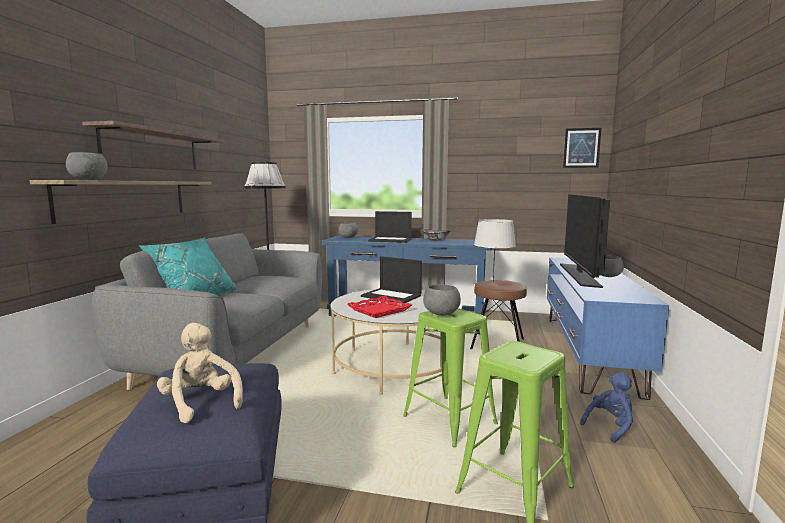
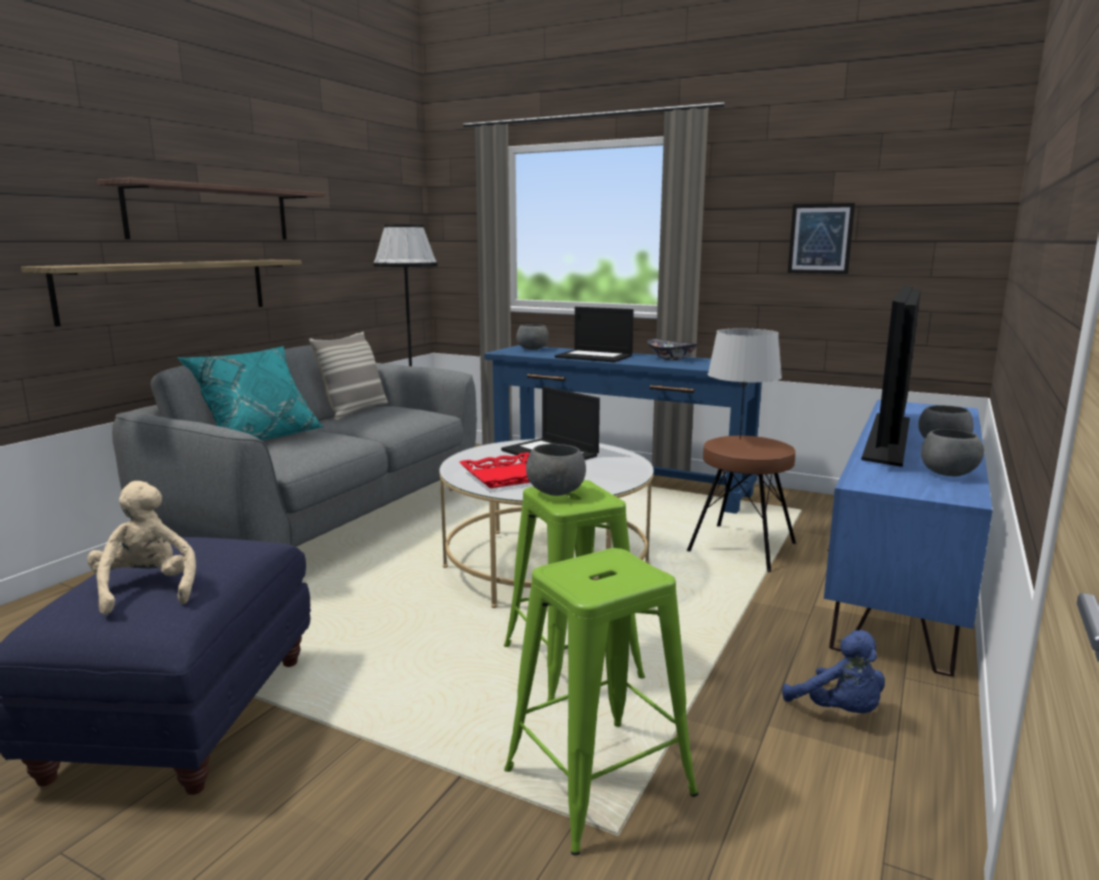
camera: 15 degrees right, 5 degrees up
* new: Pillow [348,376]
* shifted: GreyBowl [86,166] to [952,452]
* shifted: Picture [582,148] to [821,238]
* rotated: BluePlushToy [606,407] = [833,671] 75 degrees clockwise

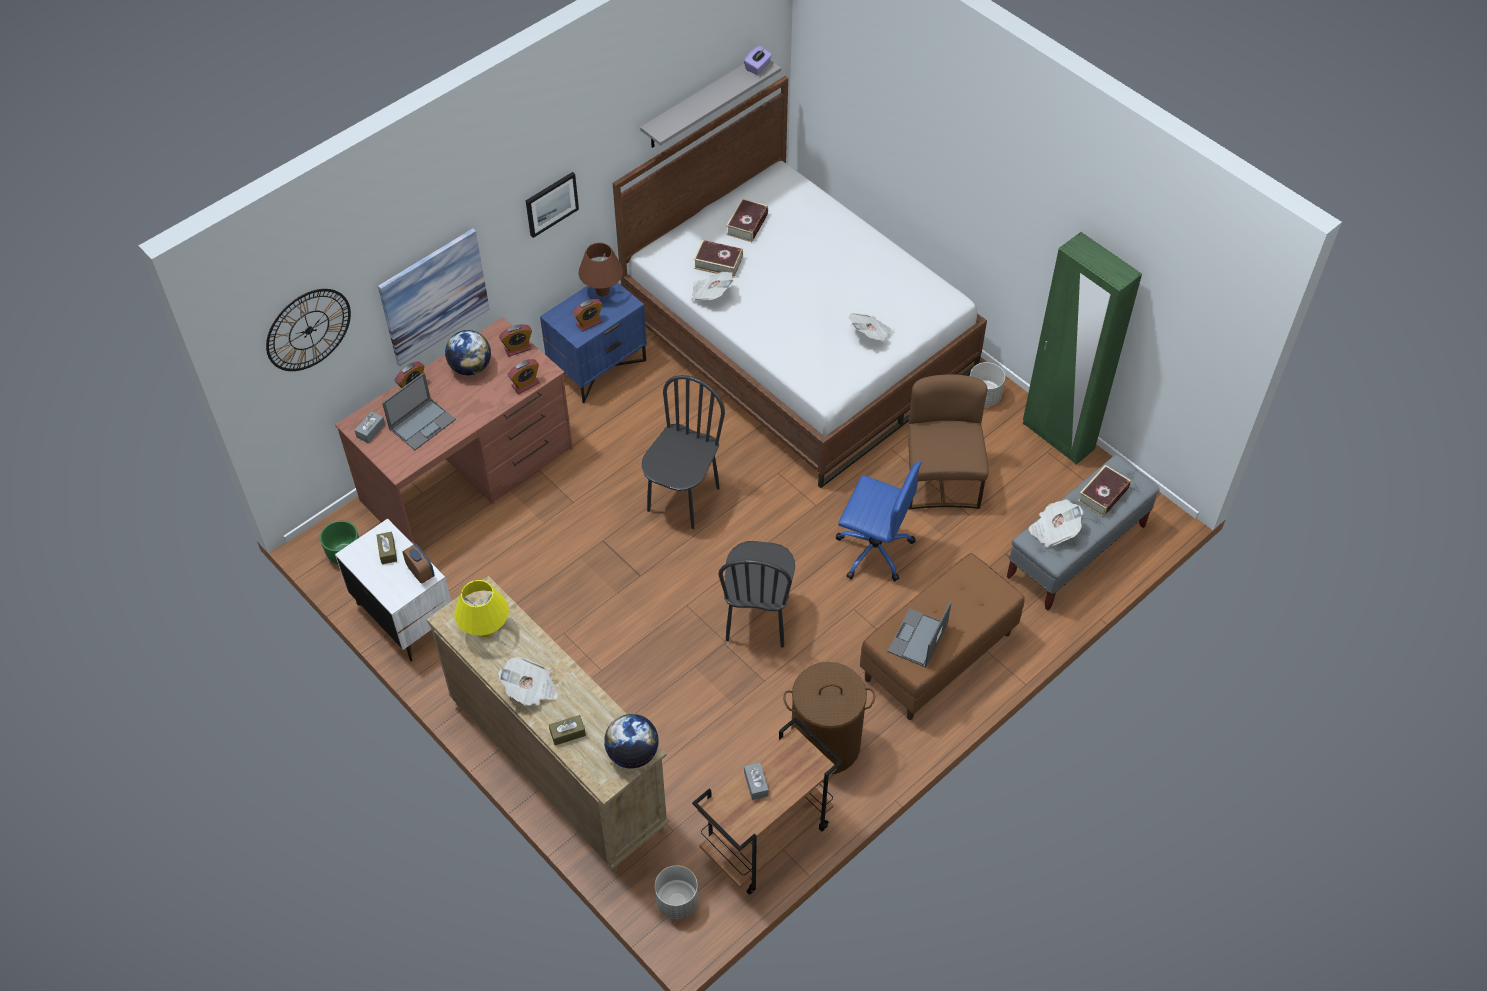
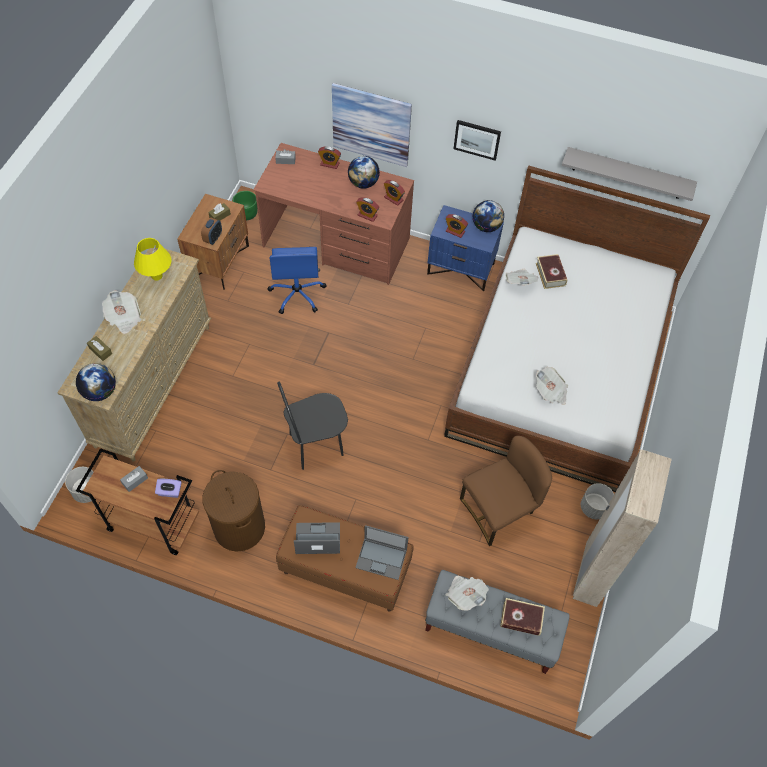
camera: 60 degrees right, 5 degrees up
* gone: WallClock [308,330]
* gone: BlackChair [683,452]
* gone: Book [747,220]
* shifted: Laptop [419,411] to [382,552]
* shifted: PurpleTissueBox [758,60] to [168,488]
* shifted: BlueOfficeChair [878,521] to [297,280]
* swapped: BrownTableLamp [600,269] to Globe [488,216]
* repainted: WhiteNightstand [393,590] to BrownNightstand [213,242]
* repainted: GreenWardrobe [1082,348] to BeigeWardrobe [622,528]

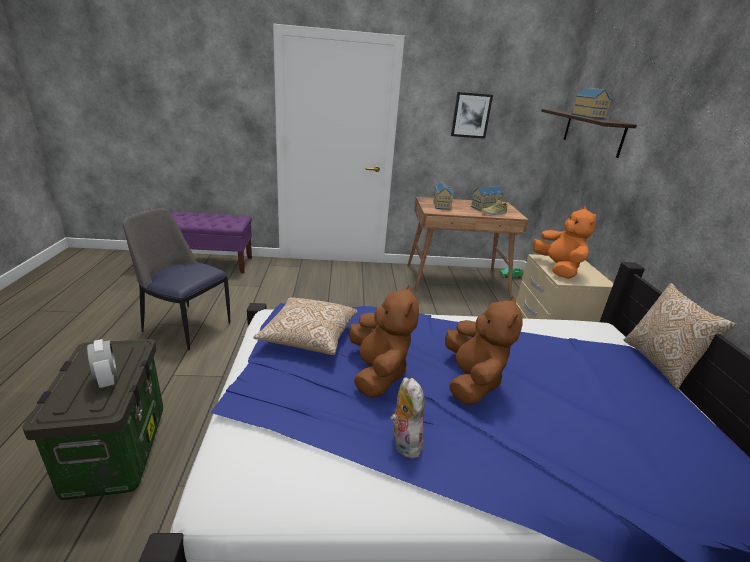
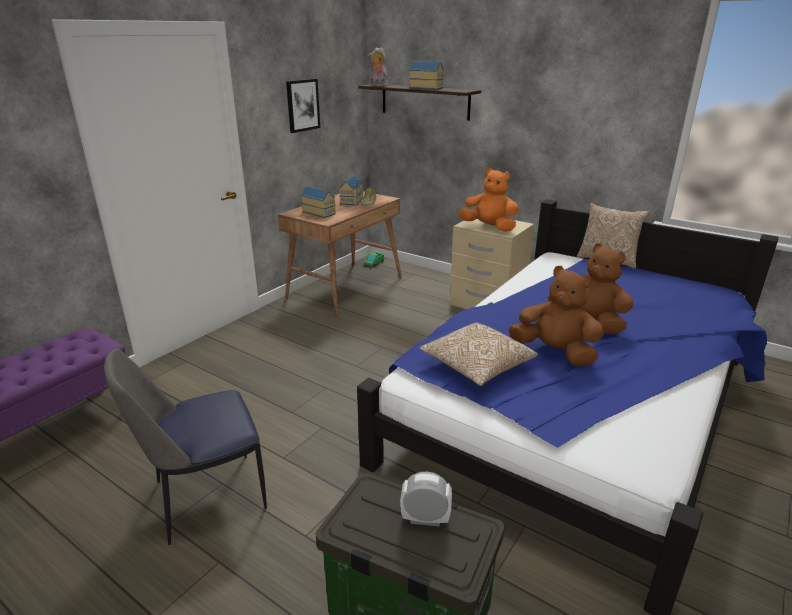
camera: 50 degrees left, 0 degrees up
* shifted: PlushToy [408,418] to [378,66]

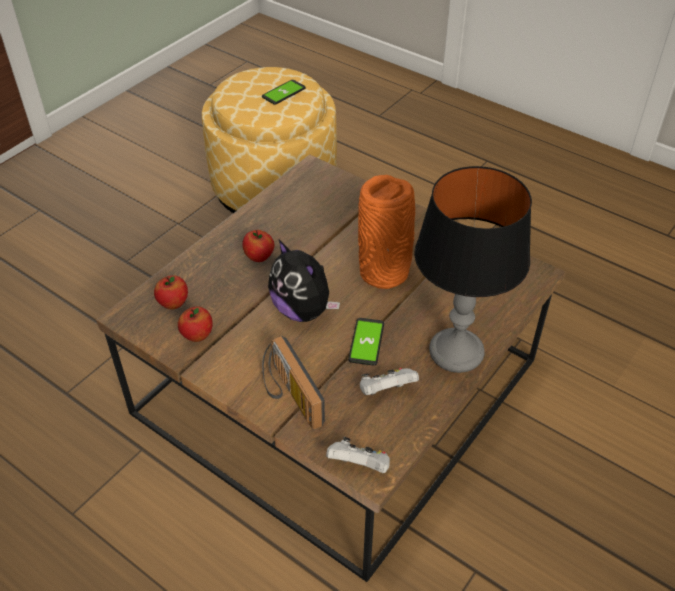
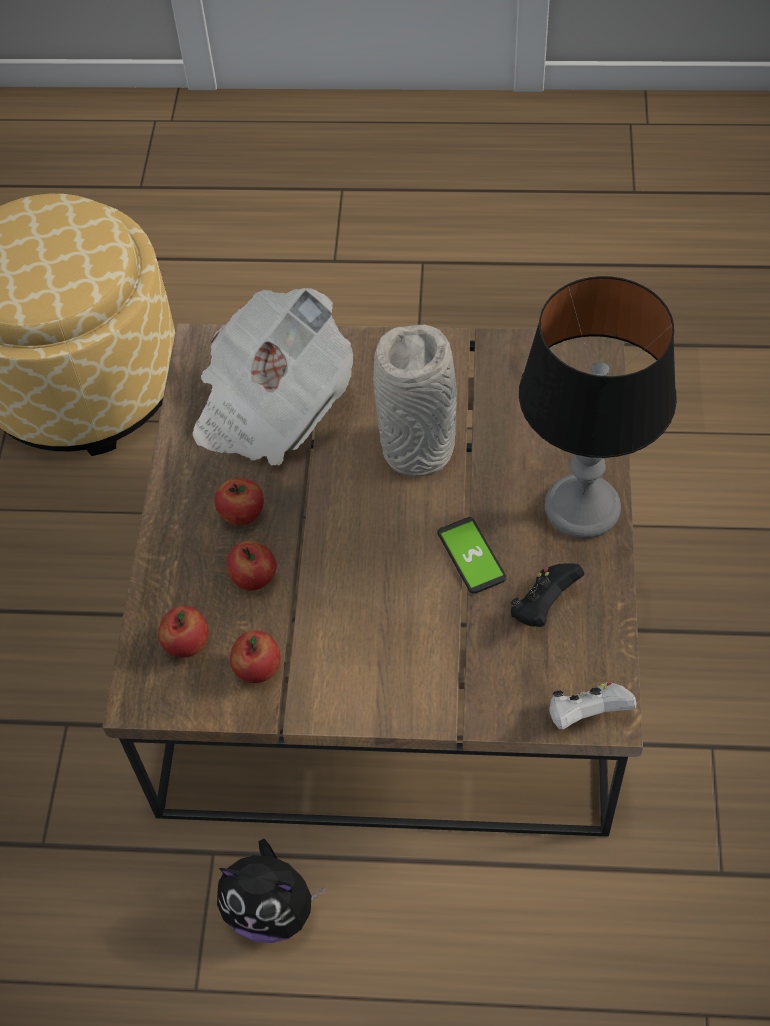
camera: 30 degrees left, 10 degrees up
* gone: Phone [284,92]
* gone: Radio [293,383]
* new: Newspaper [272,376]
* new: Apple [252,565]
* shifted: PlushToy [304,281] to [271,891]
* repainted: OrangeVase [386,232] to GreyVase [415,401]
* repainted: WhiteGameController [389,381] to BlackGameController [547,595]

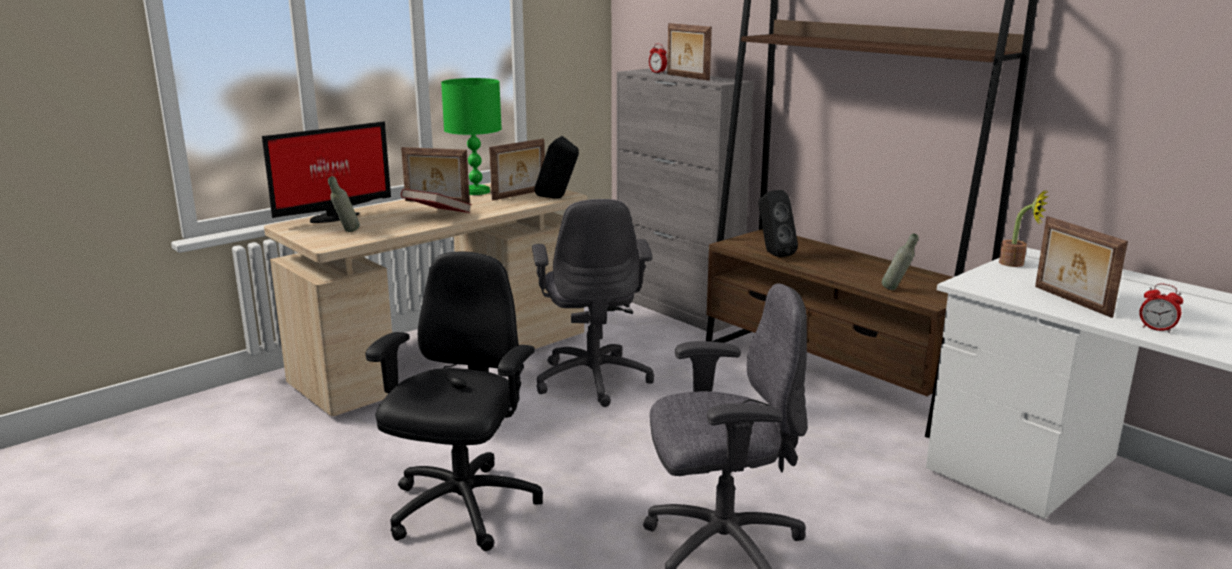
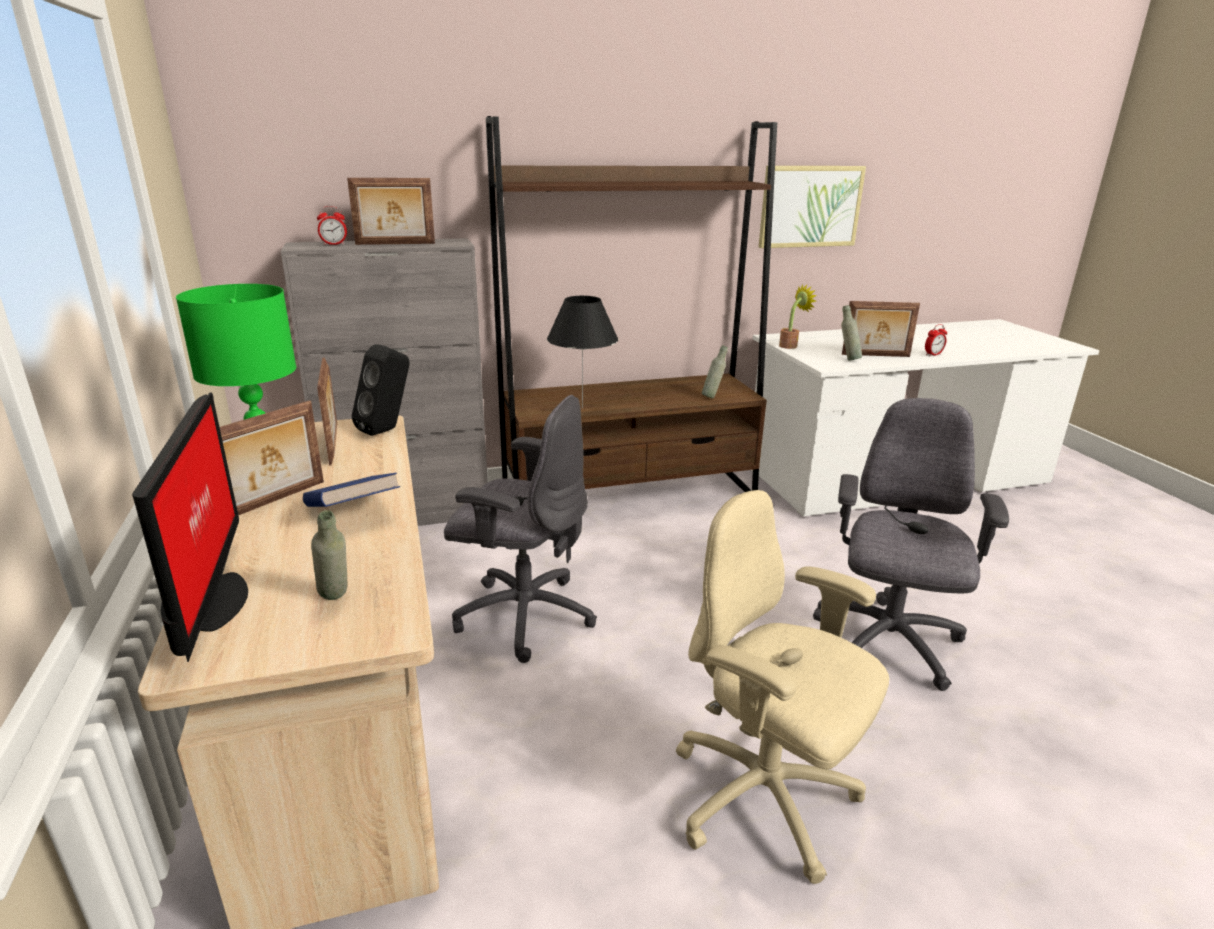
camera: 65 degrees left, 5 degrees up
* new: Picture [812,207]
* new: GreyBottle [851,333]
* swapped: BlackSpeaker [778,224] to BlackTableLamp [582,352]
* repainted: BlackOfficeChair [454,401] to BeigeOfficeChair [782,687]
* repainted: RedBook [436,201] to BlueBook [351,490]

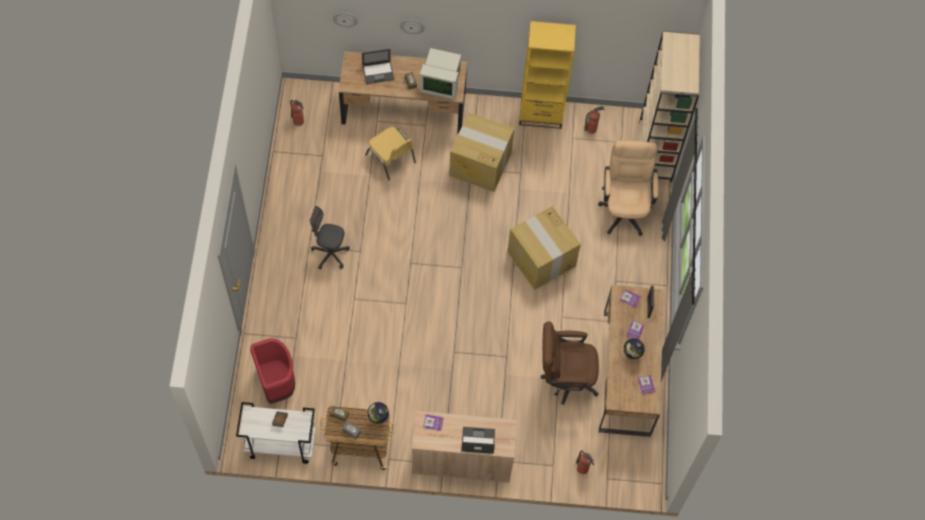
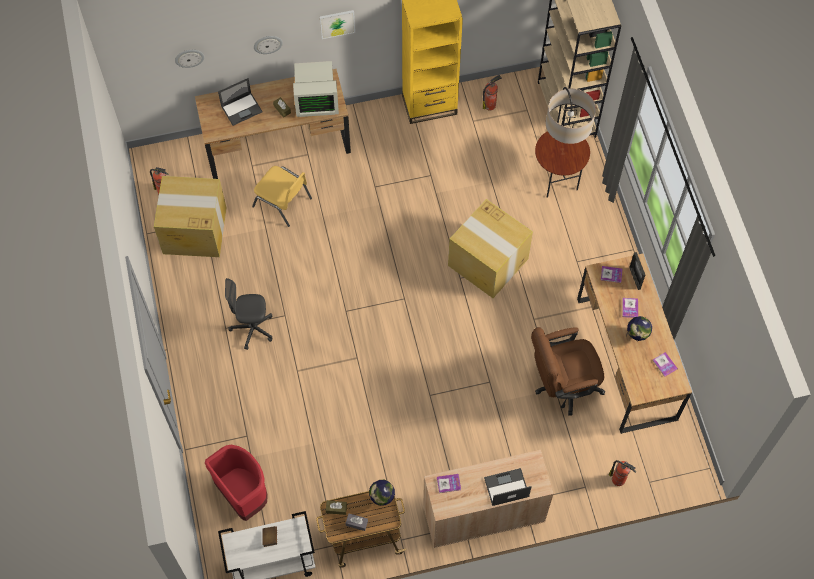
camera: 15 degrees left, 0 degrees up
* new: Picture [337,24]
* shifted: CardboardBox [481,152] to [190,216]
* swapped: BeigeOfficeChair [628,188] to FloorLamp [565,142]

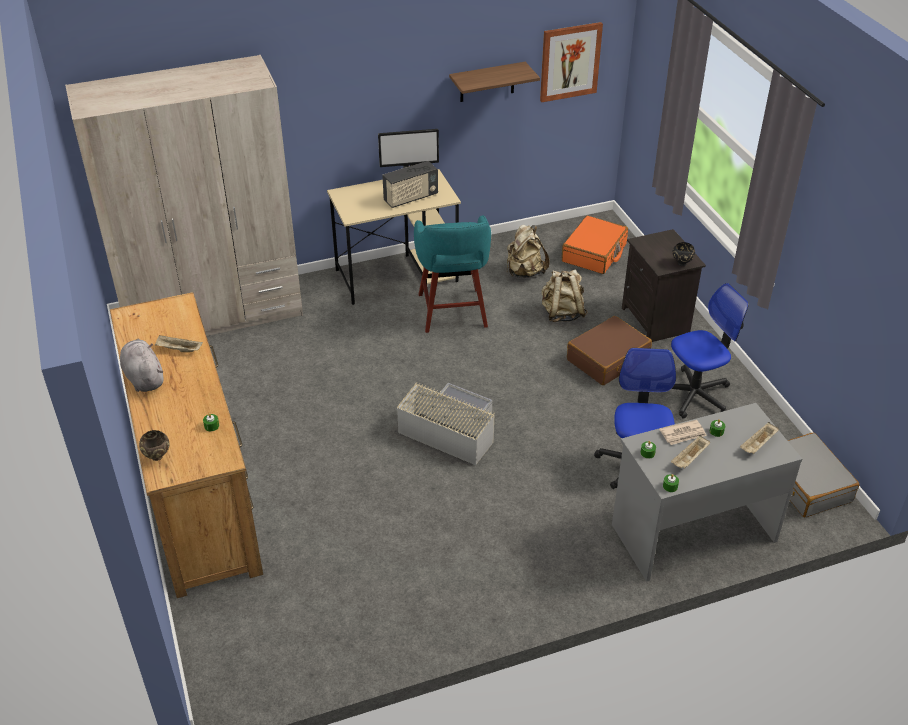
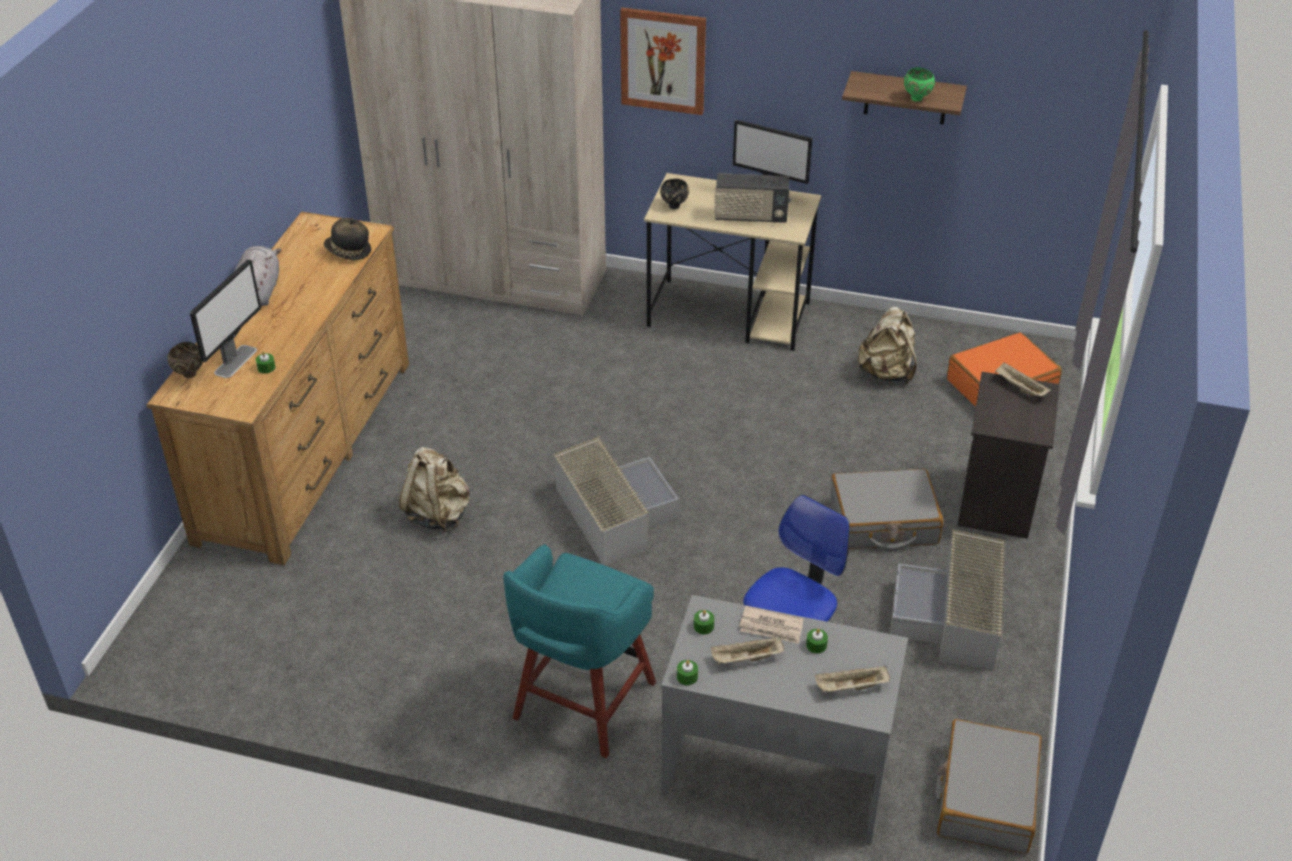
camera: 35 degrees right, 0 degrees up
* new: Monitor [225,318]
* new: Hat [347,239]
* new: GreenBowl [919,84]
* shifted: BeigeTray [179,343] to [1023,379]
* shifted: TurquoiseStool [452,274] to [579,651]
* shifted: Picture [571,62] to [663,61]
* shifted: BeigeBackpack [565,295] to [434,489]
* shifted: BlackBowl [683,254] to [674,194]
* swapped: OfficeChair [710,351] to GreyStorageBox [947,599]
* repainted: BrownSuitcase [609,350] to GreySuitcase [887,509]

